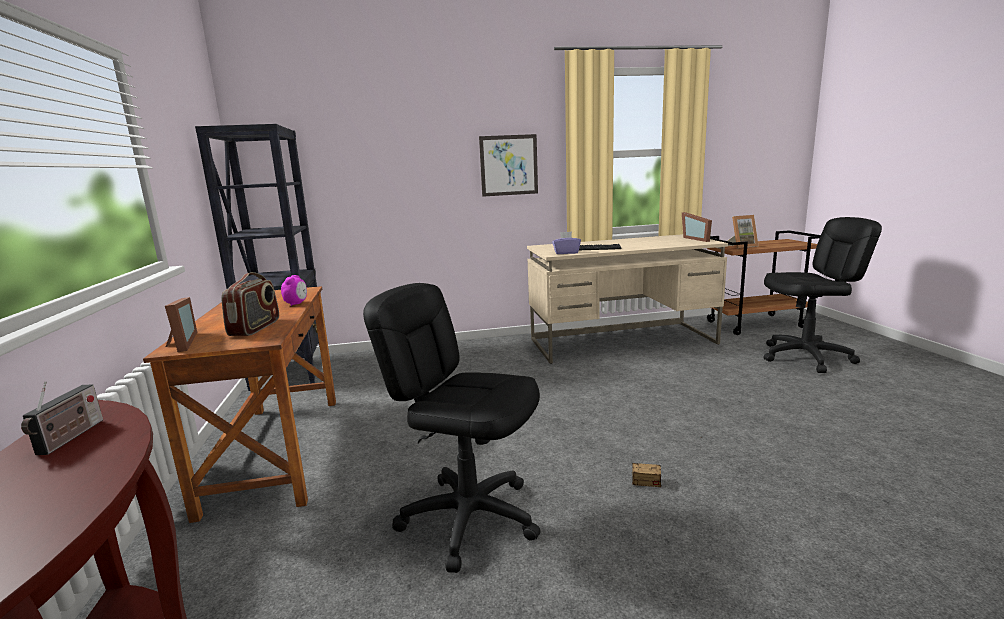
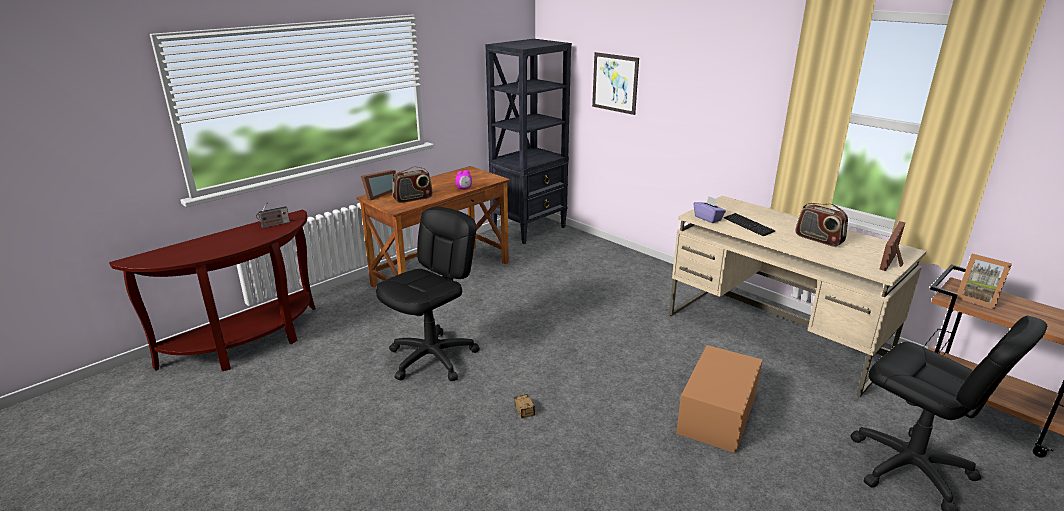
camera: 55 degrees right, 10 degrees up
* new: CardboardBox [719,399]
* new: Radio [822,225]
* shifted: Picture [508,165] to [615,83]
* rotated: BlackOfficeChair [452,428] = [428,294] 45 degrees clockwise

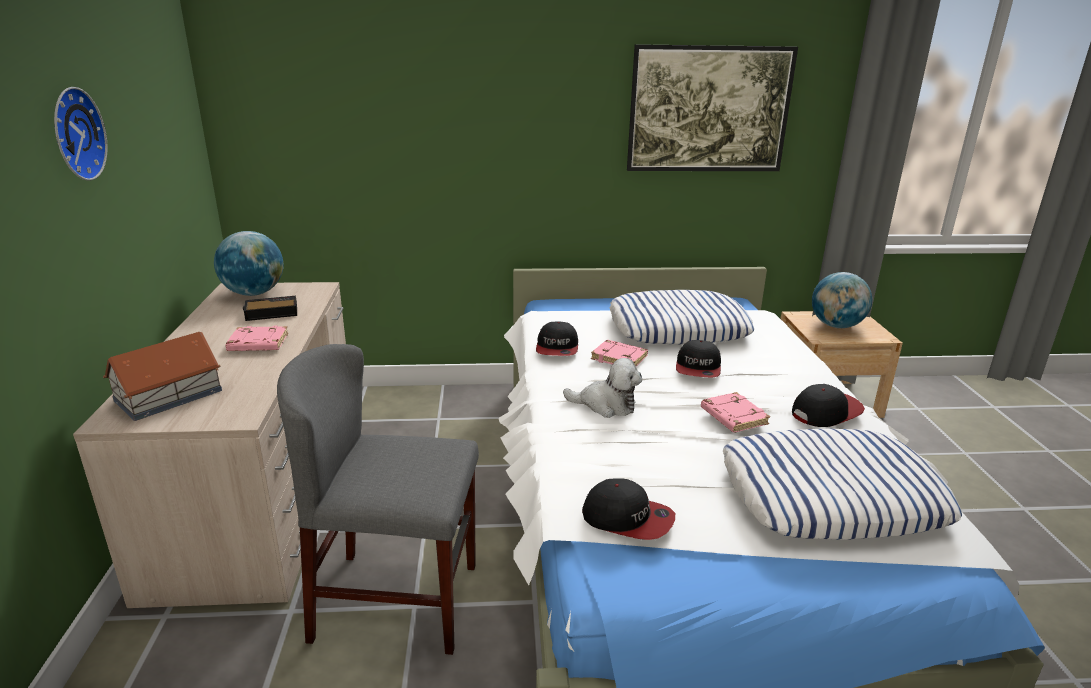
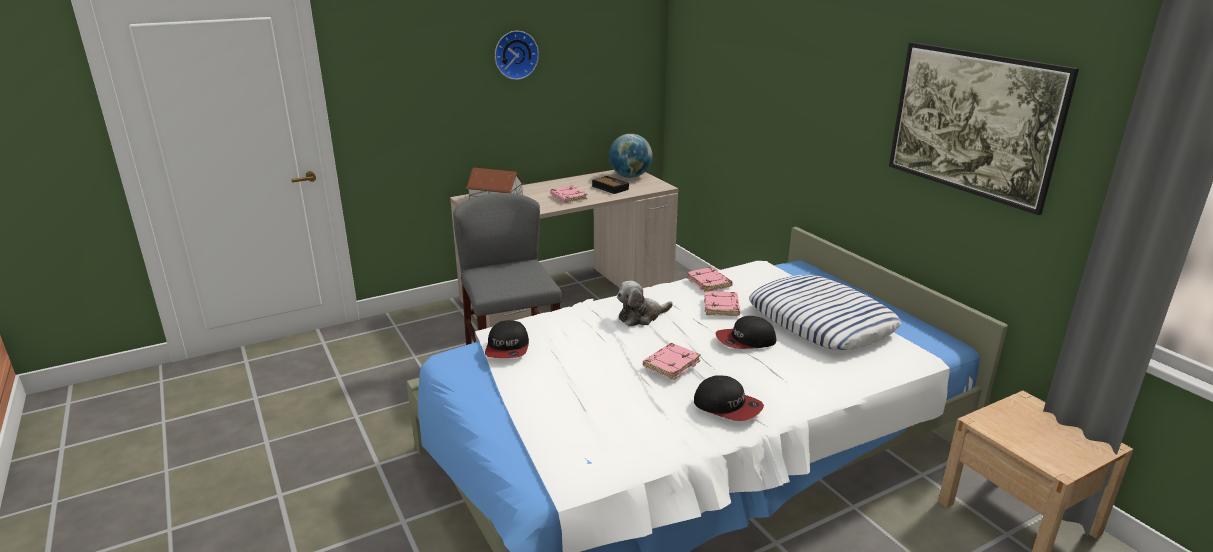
camera: 65 degrees right, 0 degrees up
* gone: Pillow [842,484]
* gone: Globe [842,300]
* swapped: Cap [557,338] to PinkBook [709,279]
* rotated: PlushToy [602,388] = [645,303] 75 degrees clockwise

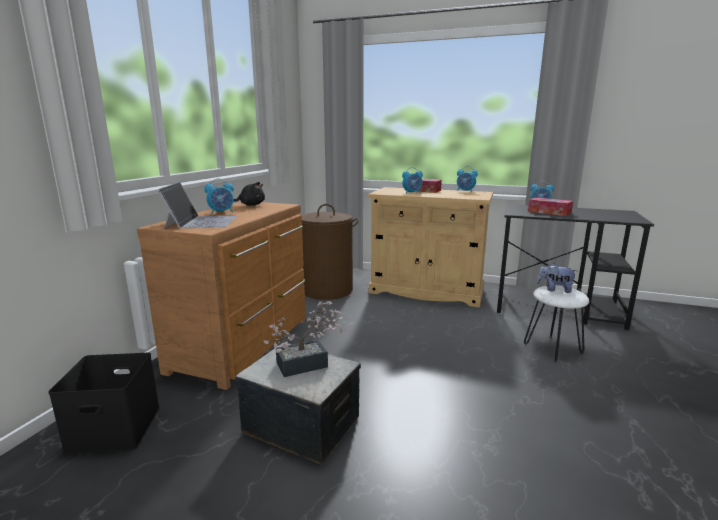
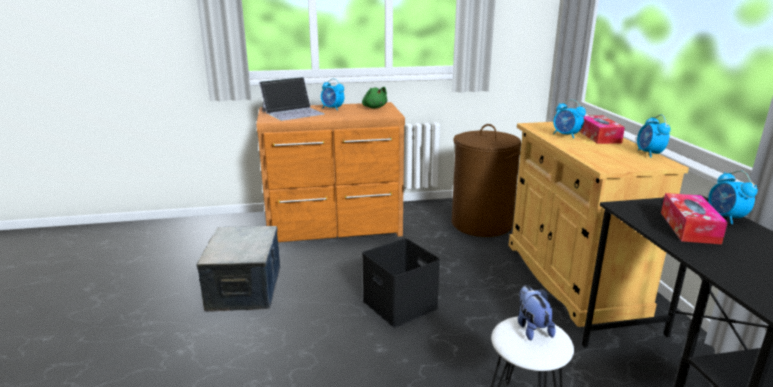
camera: 60 degrees right, 5 degrees up
* gone: PottedPlant [303,339]
* shifted: BlackStorageBox [104,403] to [401,283]
* repainted: BlackPlushToy [249,194] to GreenPlushToy [374,97]

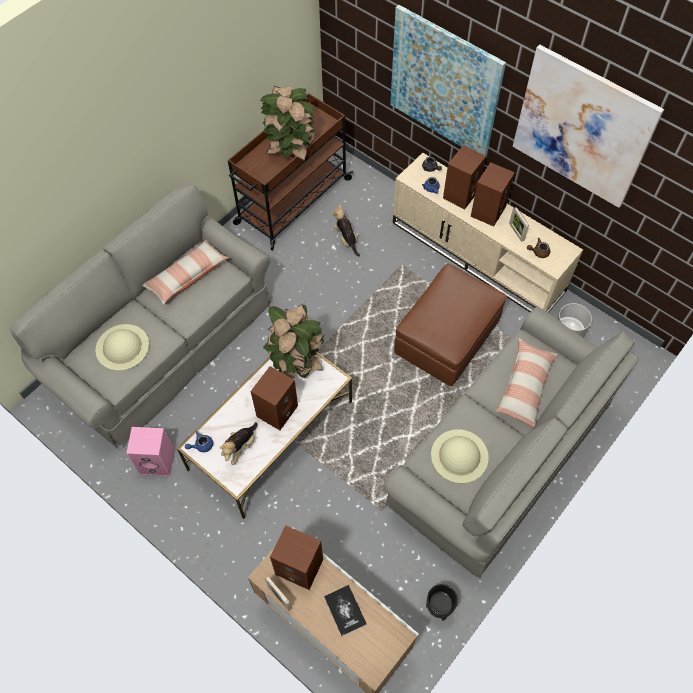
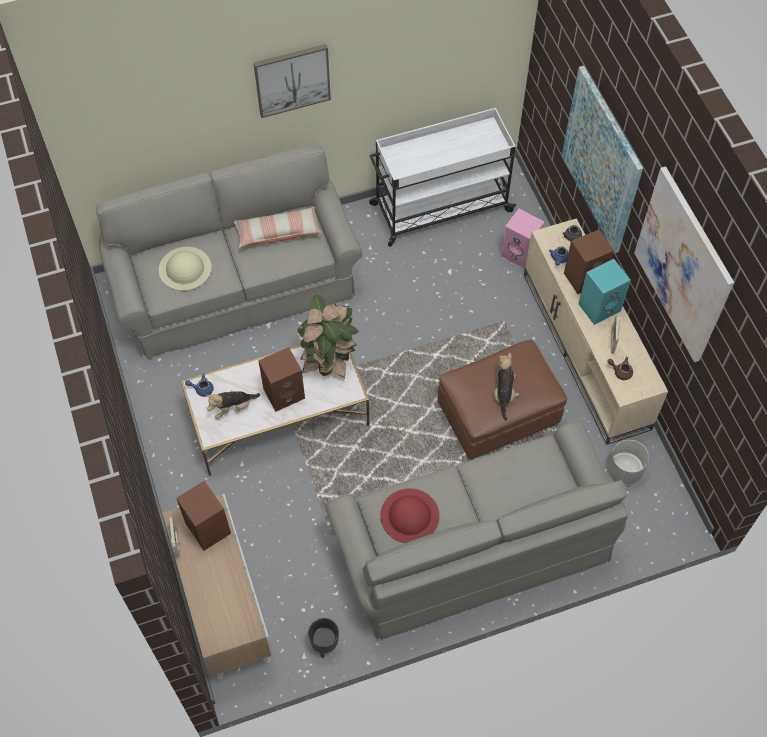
camera: 30 degrees right, 0 degrees up
* gone: PottedPlant [288,124]
* gone: Book [345,611]
* gone: Pillow [526,383]
* new: Picture [292,81]
* shifted: PinkSpeaker [150,451] to [522,239]
* shifted: PlushToy [346,231] to [506,386]
* repainted: BrownCart [290,171] to WhiteCart [442,177]
* repainted: BeigeHat [460,456] to RedHat [409,515]
* repainted: BrownSpeaker [493,194] to TurquoiseSpeaker [604,292]

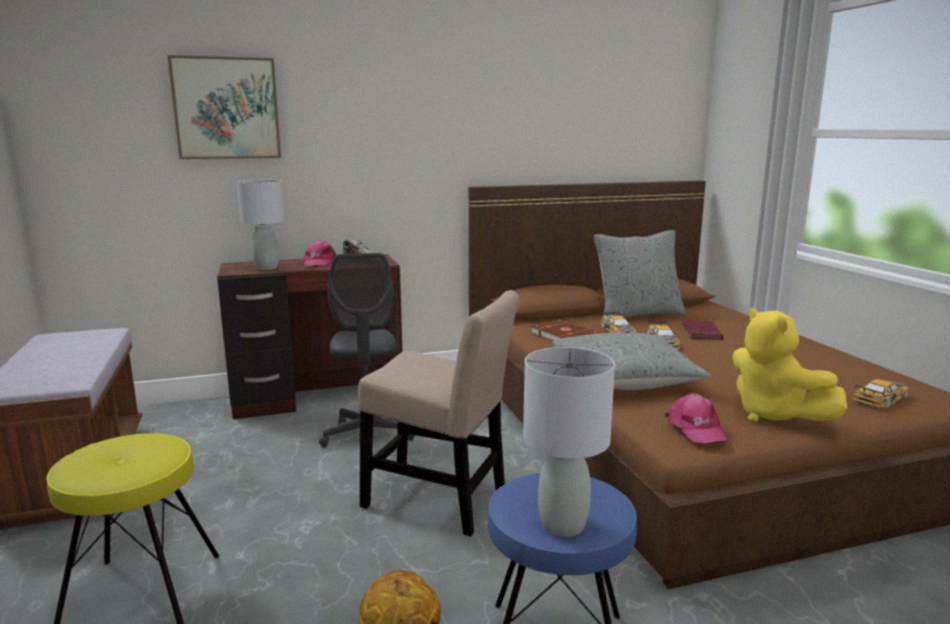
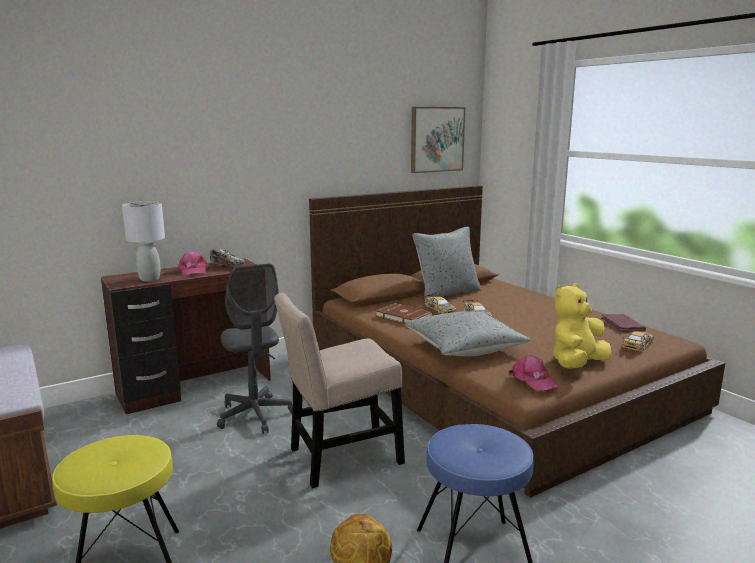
camera: 15 degrees left, 0 degrees up
* gone: GreyTableLamp [569,442]
* shifted: Picture [224,107] to [438,140]
* shifted: RedBook [703,329] to [623,323]
* rotated: BeigeChair [438,413] = [339,390] 150 degrees clockwise
* rotated: YellowPlushToy [789,365] = [582,326] 90 degrees clockwise

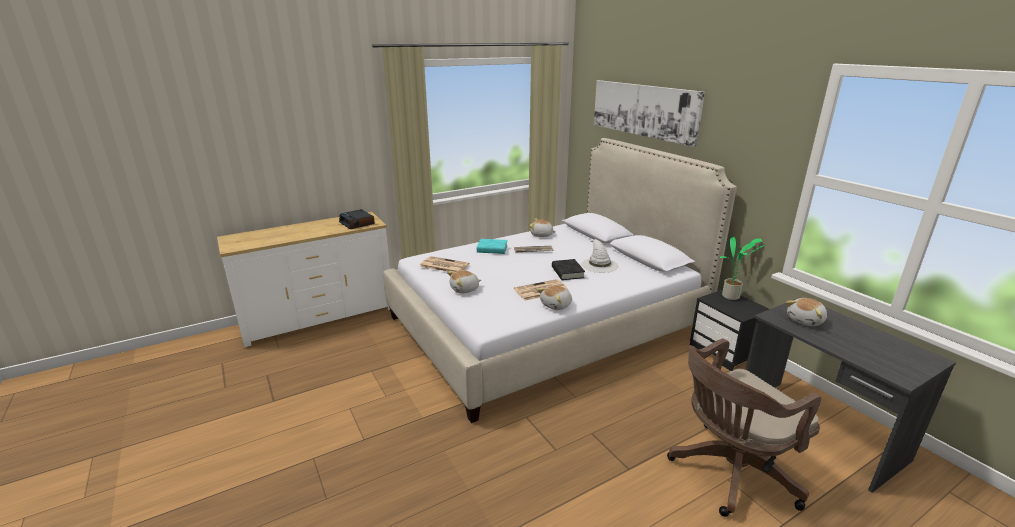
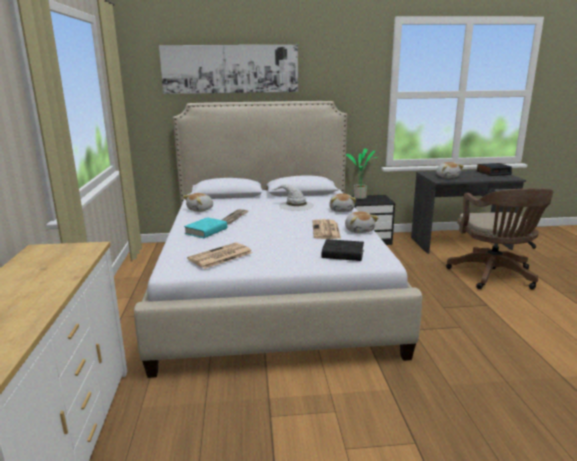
camera: 65 degrees left, 5 degrees down
* shifted: AlarmClock [357,219] to [494,169]
* shifted: PlushToy [464,282] to [342,202]
* shifted: BlackBook [568,269] to [343,250]

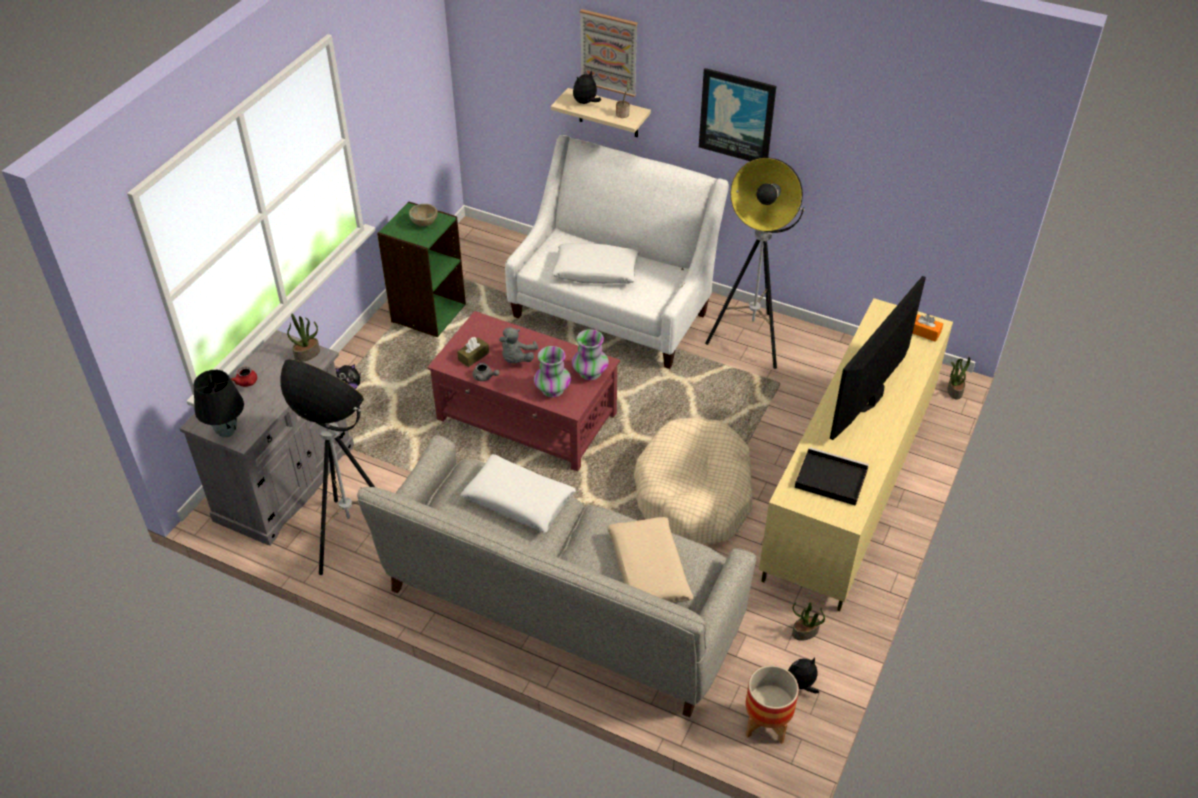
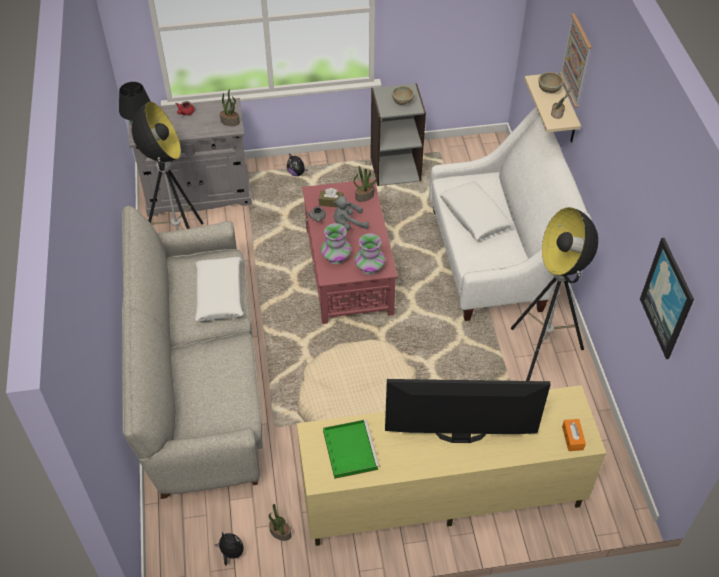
camera: 55 degrees right, 5 degrees up
* gone: BeigePillow [650,560]
* gone: Planter [772,704]
* shifted: Picture [737,114] to [667,298]
* shifted: PottedPlant [958,378] to [365,184]
* swapped: PlushToy [587,87] to BeigeBowl [551,82]
* repainted: GreenBookcase [421,269] to GreyBookcase [398,134]
* repainted: BlackTray [832,476] to GreenTray [351,449]

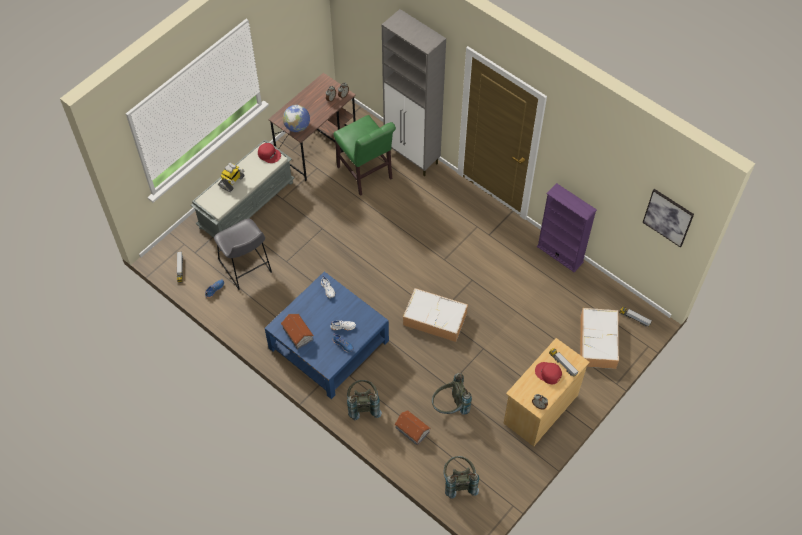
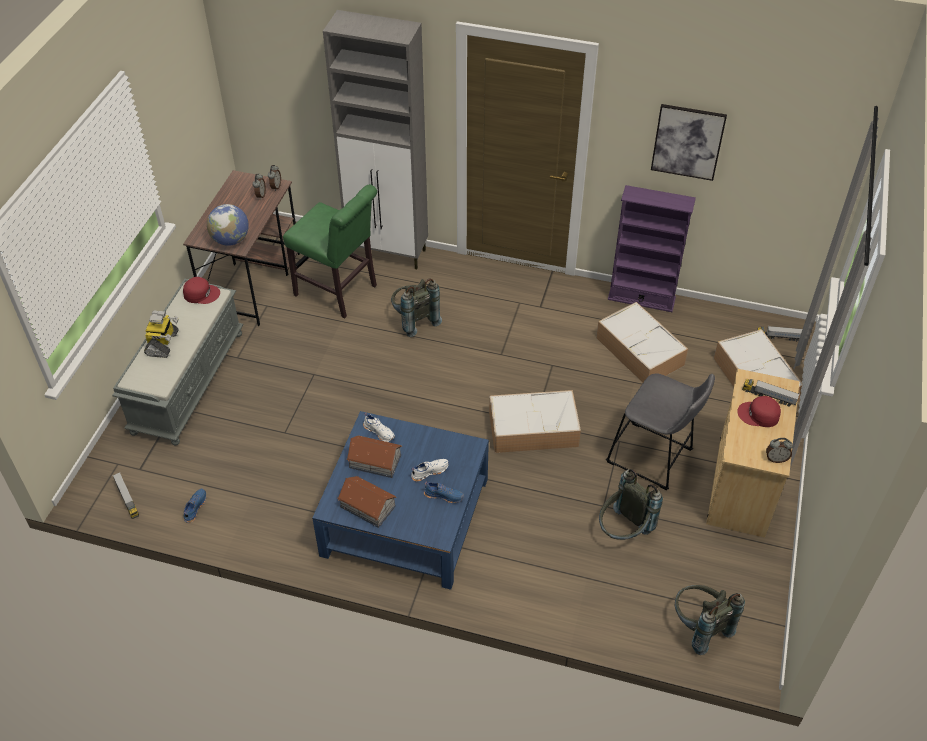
camera: 25 degrees left, 10 degrees down
* new: StorageBox [642,342]
* shifted: GreyStool [243,254] to [660,431]
* shifted: GreyBackpack [364,400] to [416,308]
* shifted: ToyHouse [413,427] to [374,456]
* shifted: Picture [668,218] to [689,142]

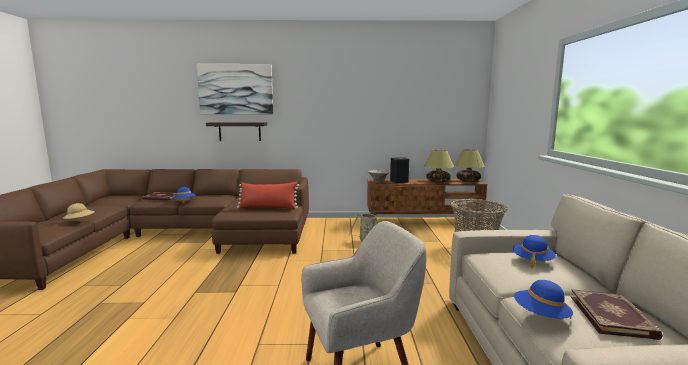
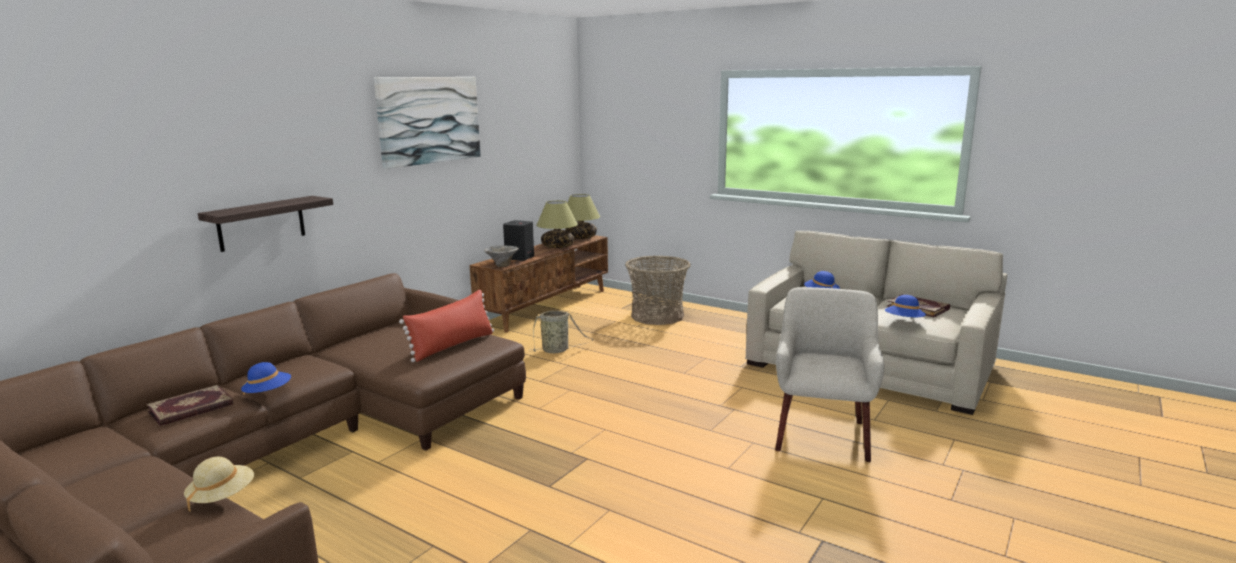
camera: 55 degrees left, 5 degrees up
* shifted: Picture [235,89] to [427,123]

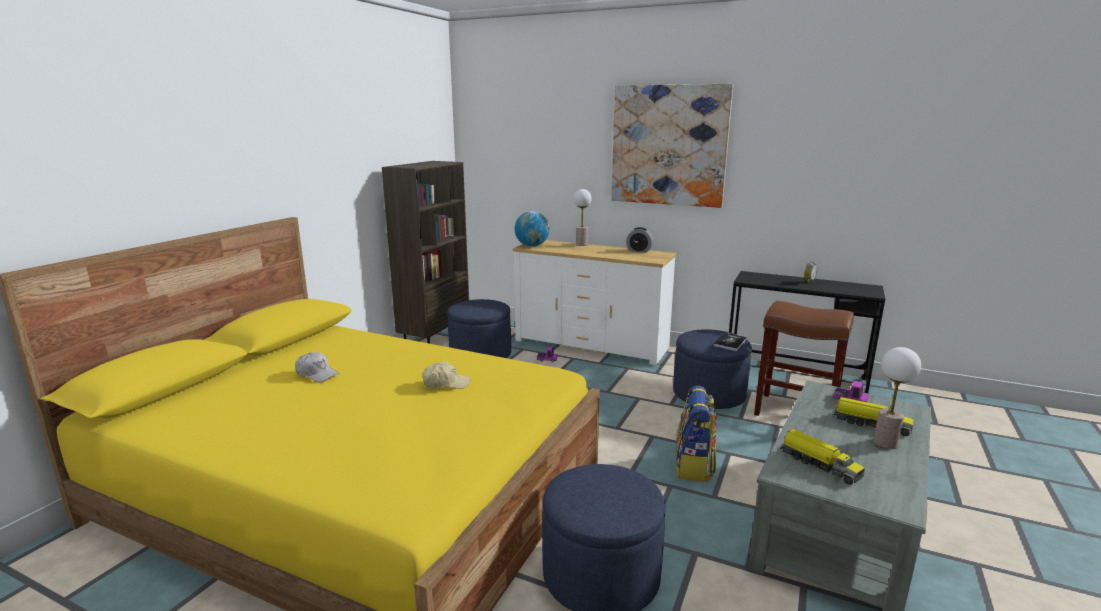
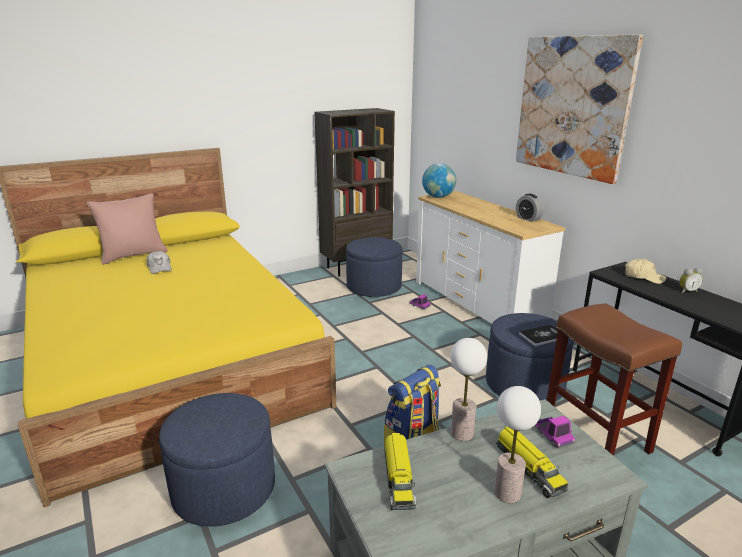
camera: 35 degrees right, 5 degrees up
* new: PinkPillow [127,229]
* shifted: BeigeCap [446,375] to [645,271]
* shifted: TableLamp [583,217] to [468,389]

